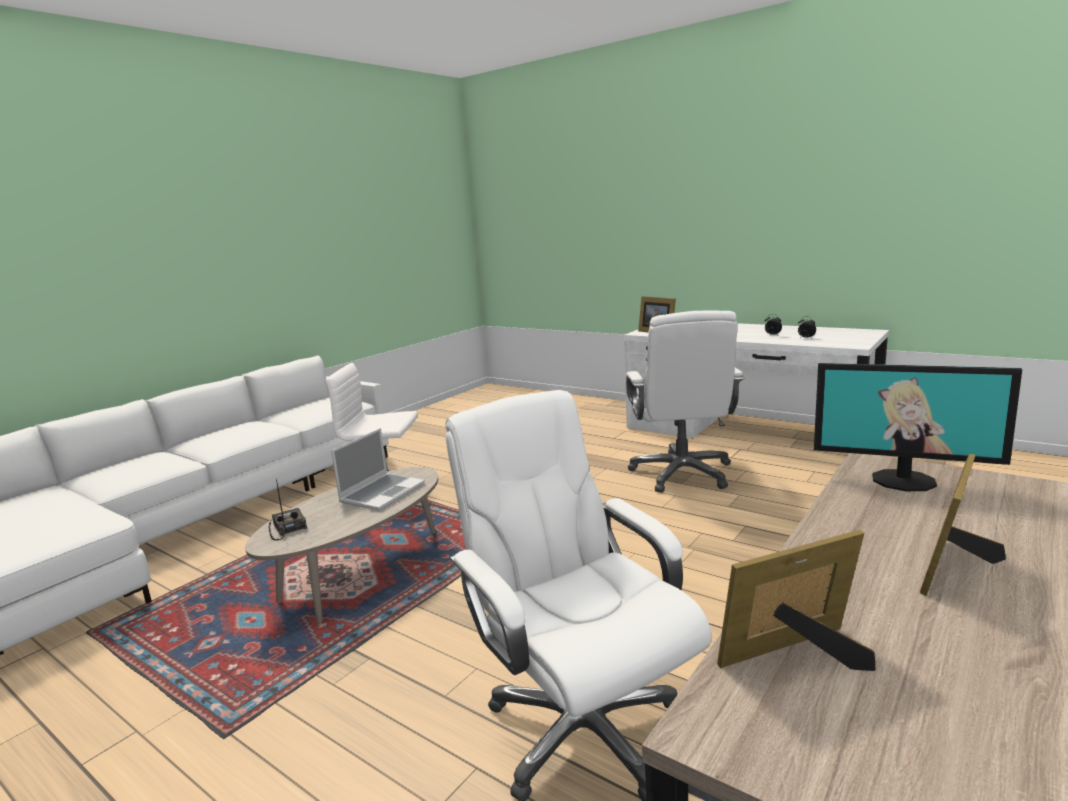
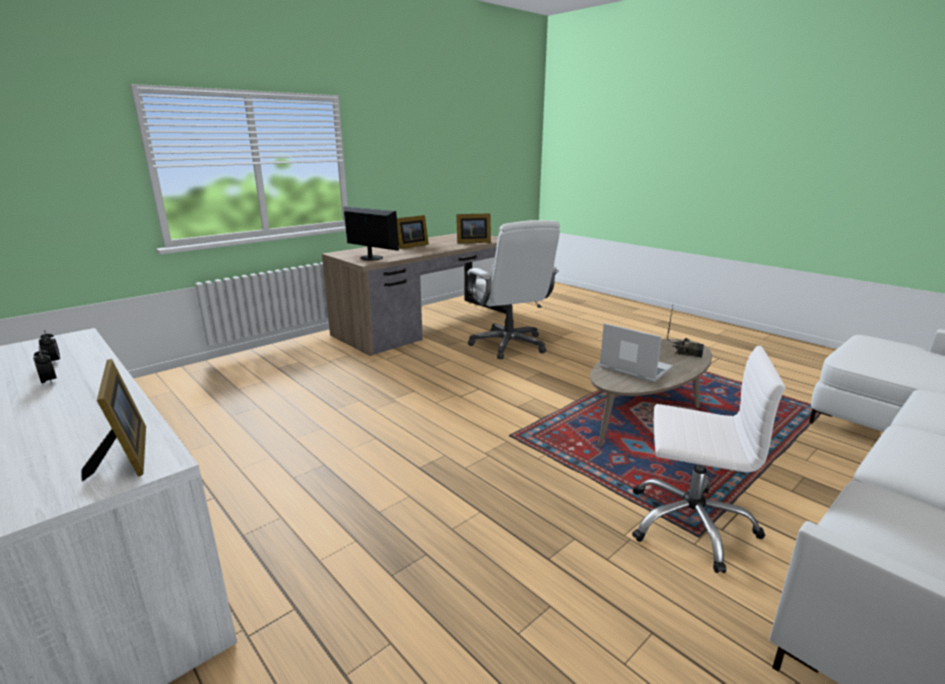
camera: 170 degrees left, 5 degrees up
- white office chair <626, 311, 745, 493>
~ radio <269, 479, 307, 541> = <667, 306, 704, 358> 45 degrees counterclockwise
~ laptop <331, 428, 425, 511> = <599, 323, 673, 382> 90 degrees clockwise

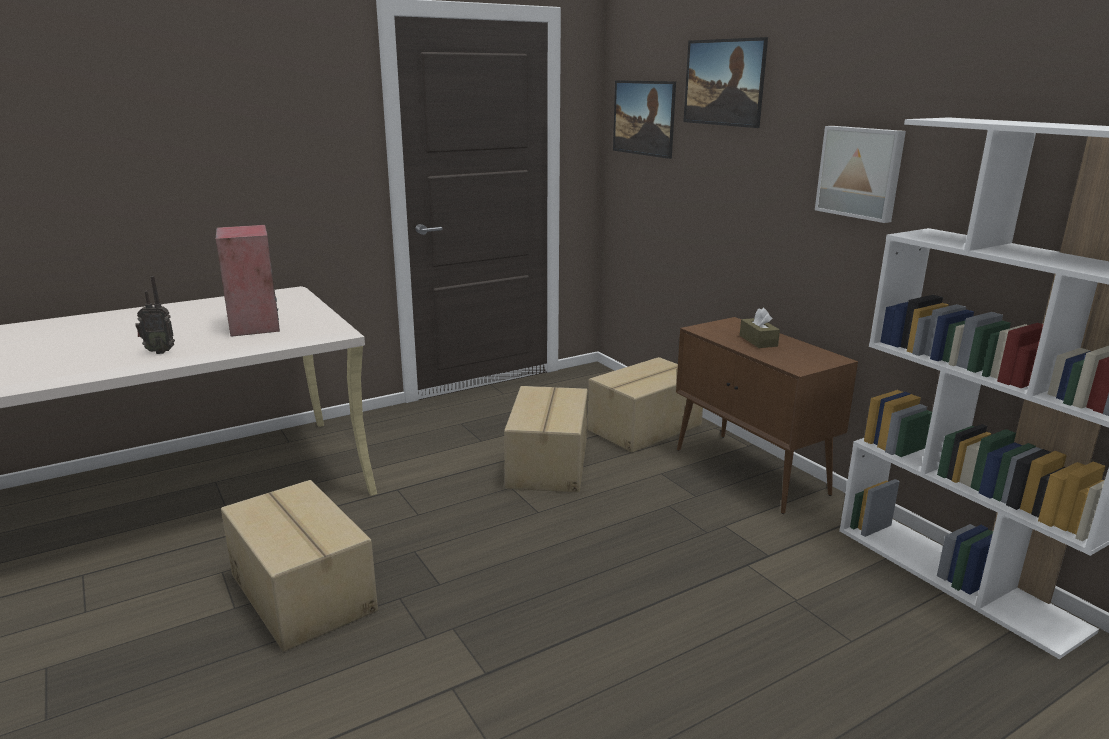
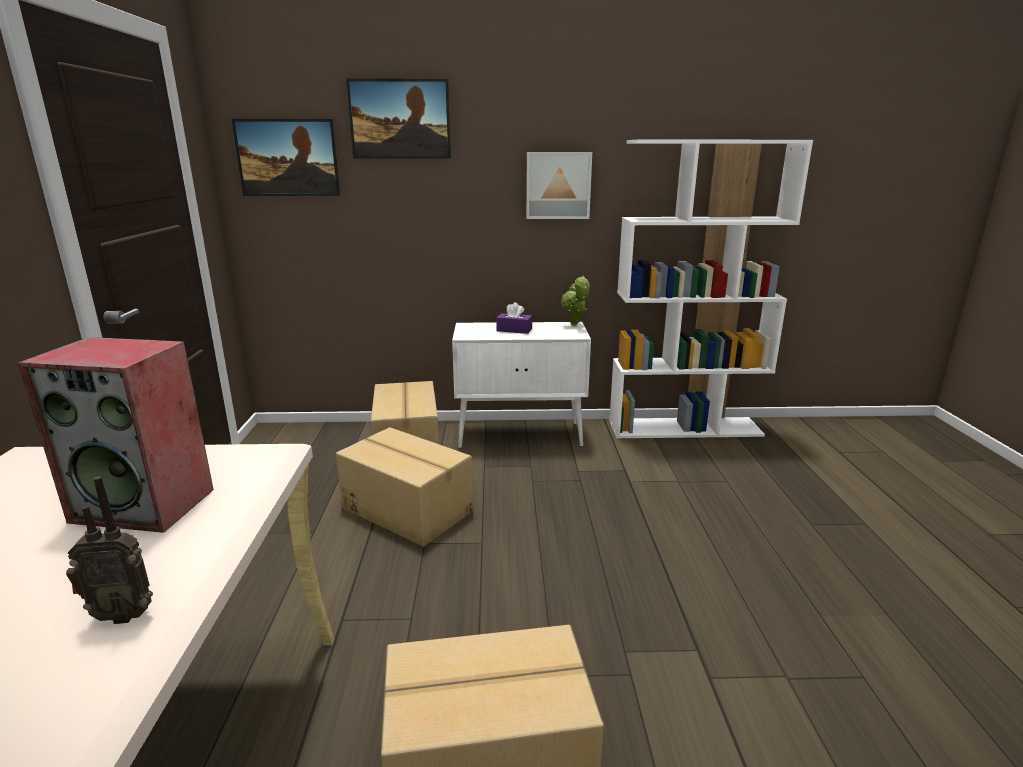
camera: 60 degrees left, 0 degrees up
+ potted plant <561, 276, 590, 326>
~ brown cabinet <676, 317, 858, 514> to white cabinet <452, 322, 591, 448>
~ brown tissue box <740, 308, 780, 348> to purple tissue box <496, 302, 532, 334>
~ radio <135, 276, 175, 354> = <66, 476, 153, 624> 60 degrees clockwise

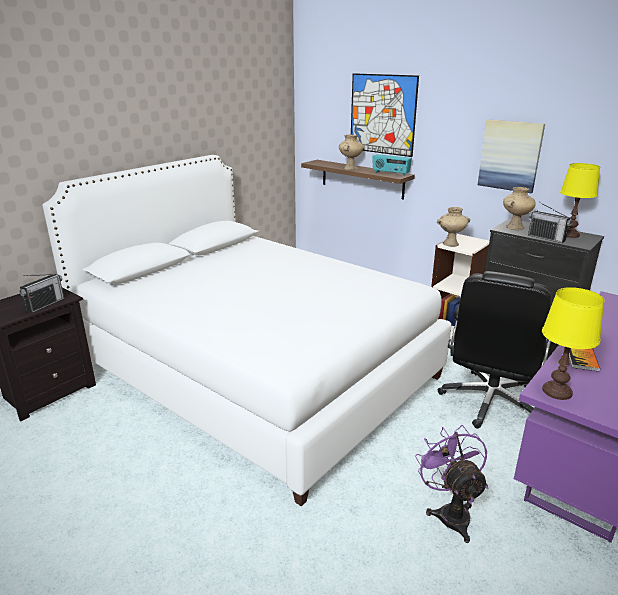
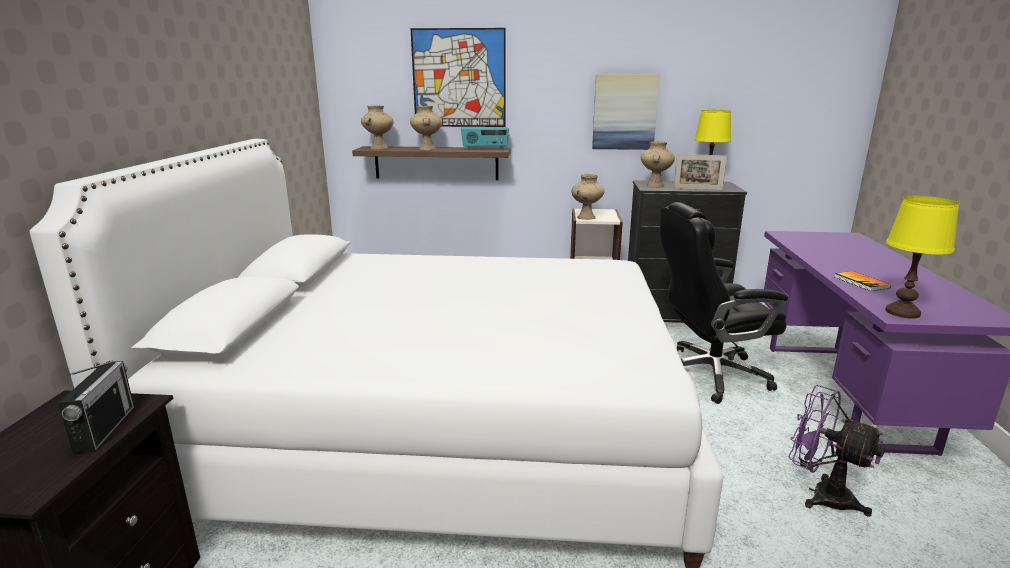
camera: 35 degrees left, 5 degrees down
+ beige vase <361, 106, 393, 150>
~ radio <528, 202, 572, 243> to picture frame <673, 154, 727, 190>
~ black office chair <438, 271, 551, 429> = <660, 202, 788, 404> 90 degrees clockwise

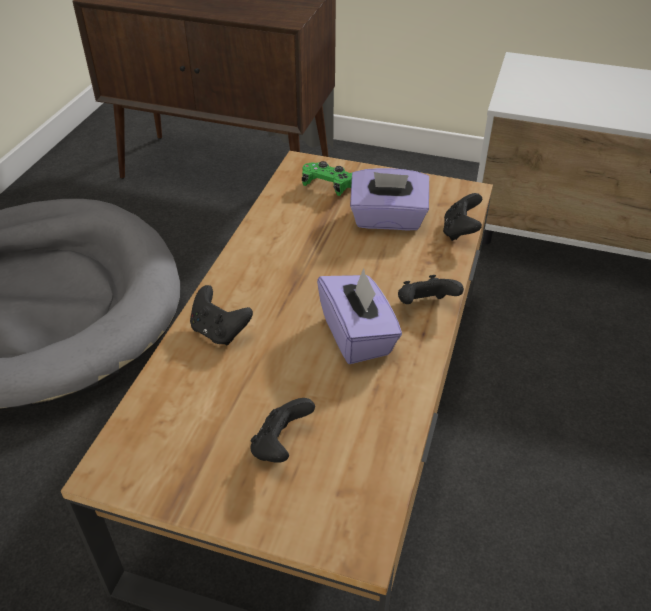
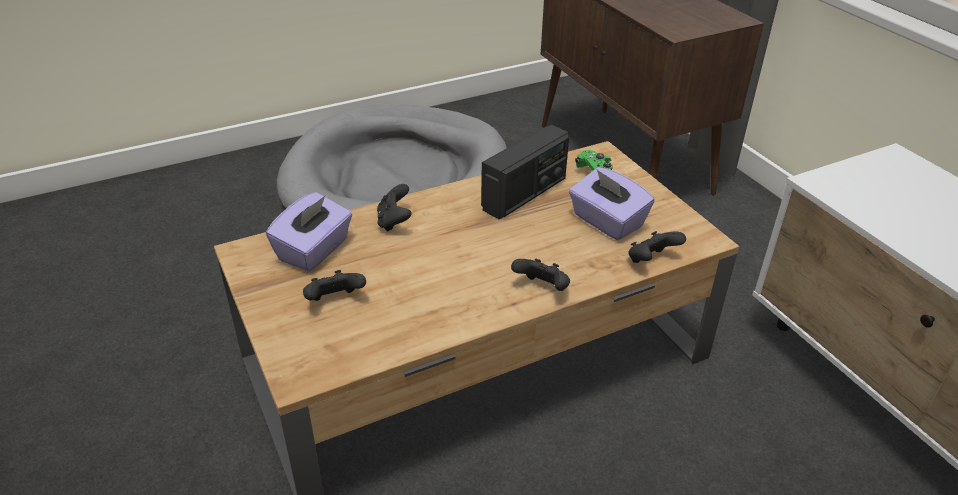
camera: 45 degrees right, 5 degrees down
+ radio <481, 125, 569, 219>
~ purple tissue box <317, 268, 402, 364> to <266, 192, 352, 272>

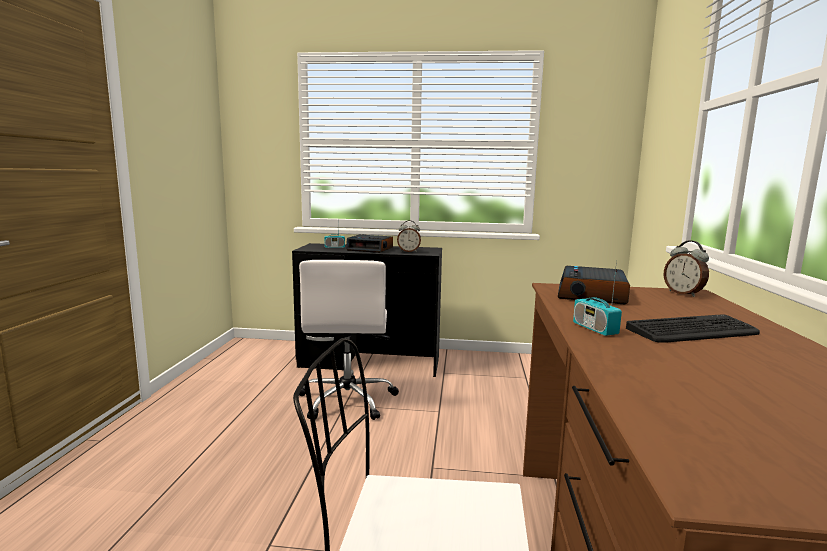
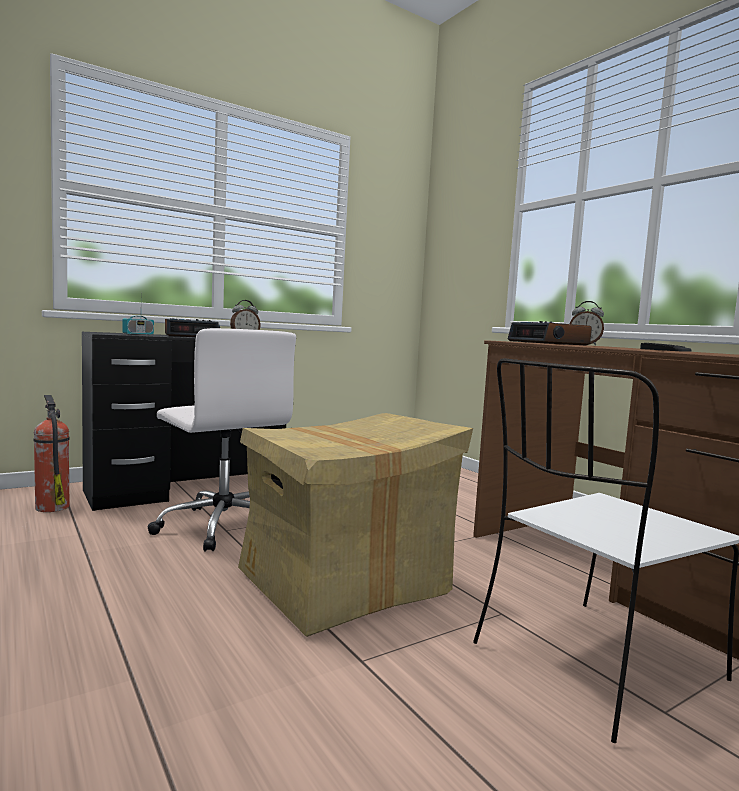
camera: 40 degrees left, 5 degrees down
- radio <573, 260, 622, 336>
+ fire extinguisher <33, 395, 69, 512>
+ cardboard box <238, 413, 473, 637>

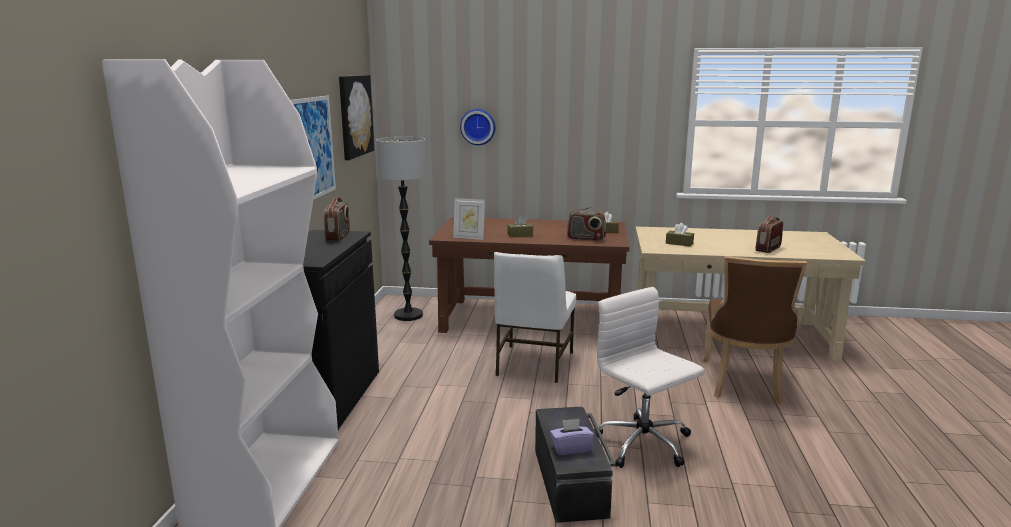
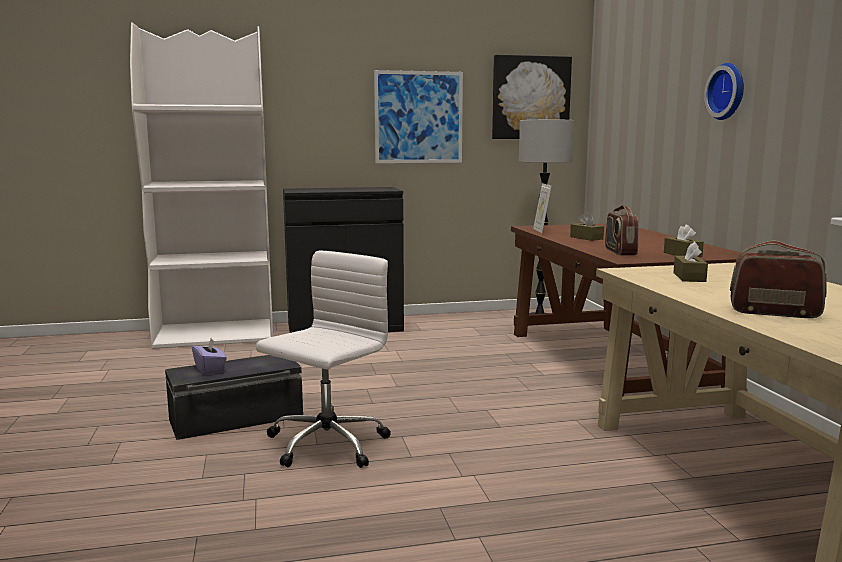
camera: 70 degrees right, 5 degrees down
- radio <324, 197, 350, 241>
- white chair <494, 252, 576, 383>
- brown chair <703, 256, 807, 405>
~ wall clock <460, 109, 495, 145> to <704, 63, 744, 120>

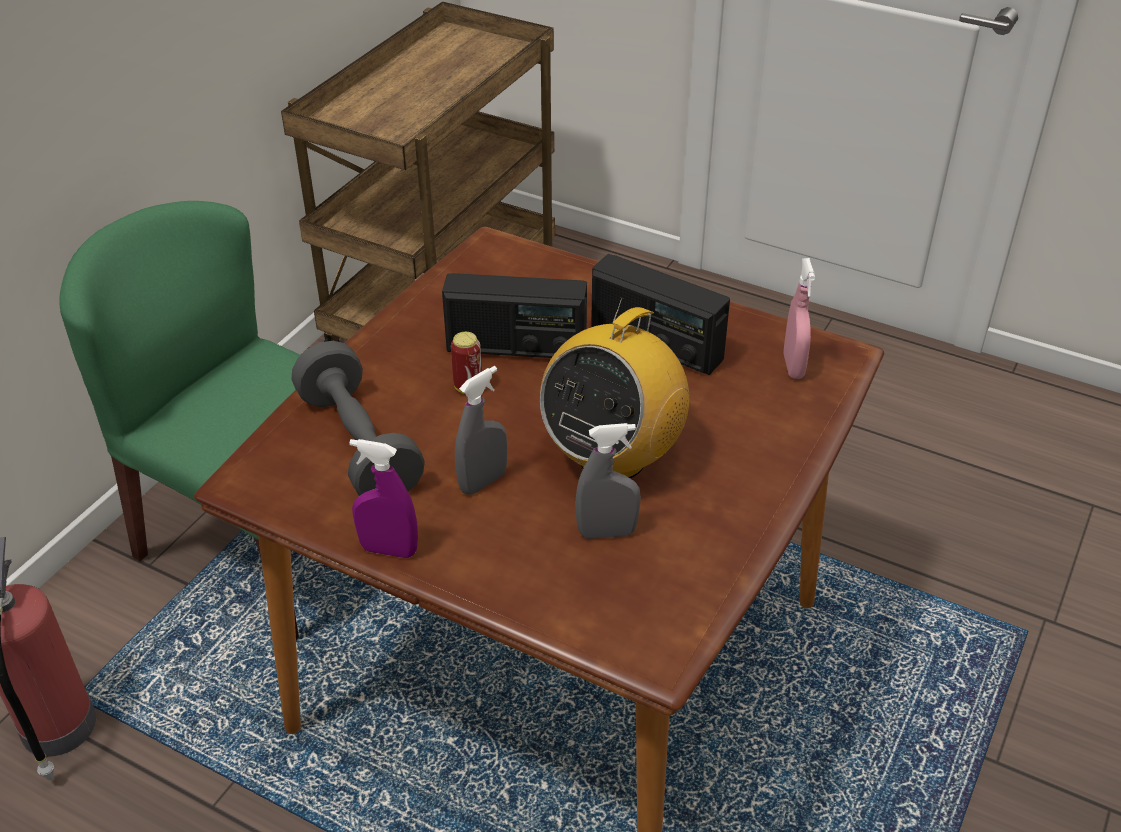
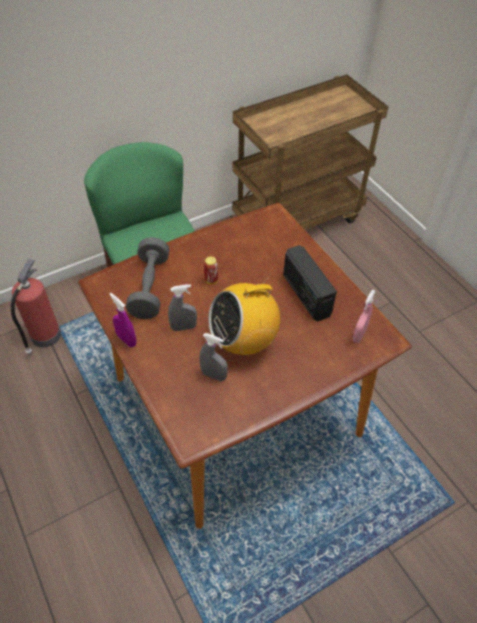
camera: 30 degrees right, 10 degrees up
- radio <442, 273, 587, 358>

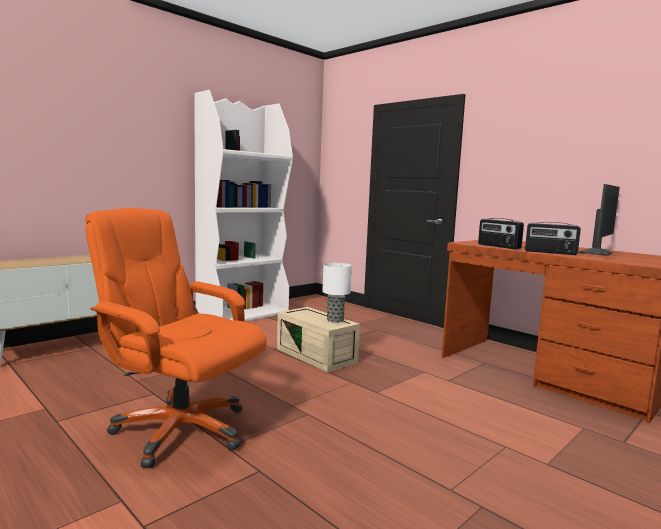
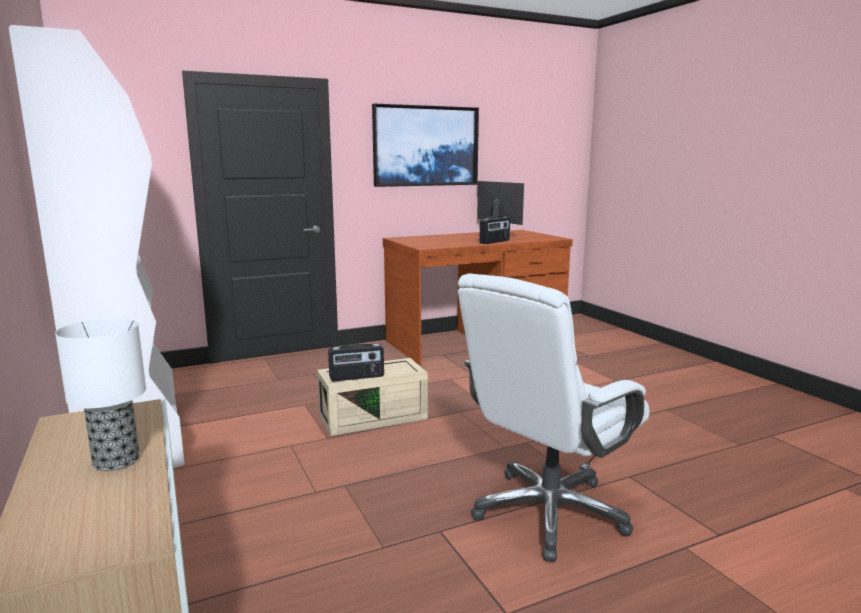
camera: 70 degrees left, 5 degrees up
+ picture <372, 103, 479, 187>
~ table lamp <322, 263, 352, 323> to <55, 318, 146, 471>
~ radio <478, 218, 524, 249> to <328, 343, 384, 381>
~ orange office chair <85, 208, 267, 468> to white office chair <458, 274, 649, 562>

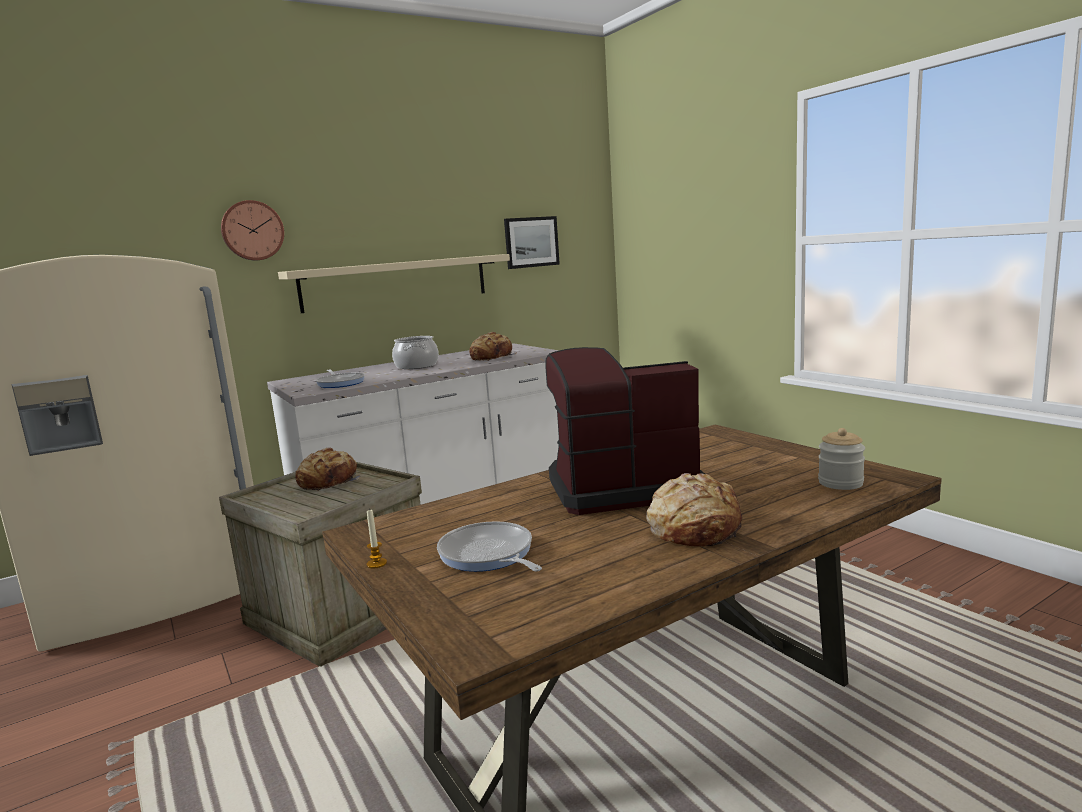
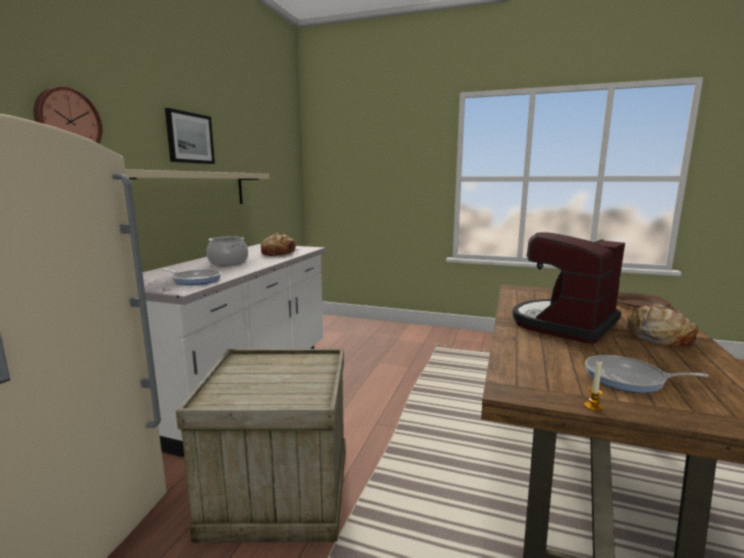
camera: 40 degrees left, 0 degrees up
- bread <295, 447, 360, 491>
~ picture <504, 216, 560, 269> to <165, 108, 215, 164>
~ jar <818, 428, 865, 490> to brown plate <617, 293, 670, 308>

